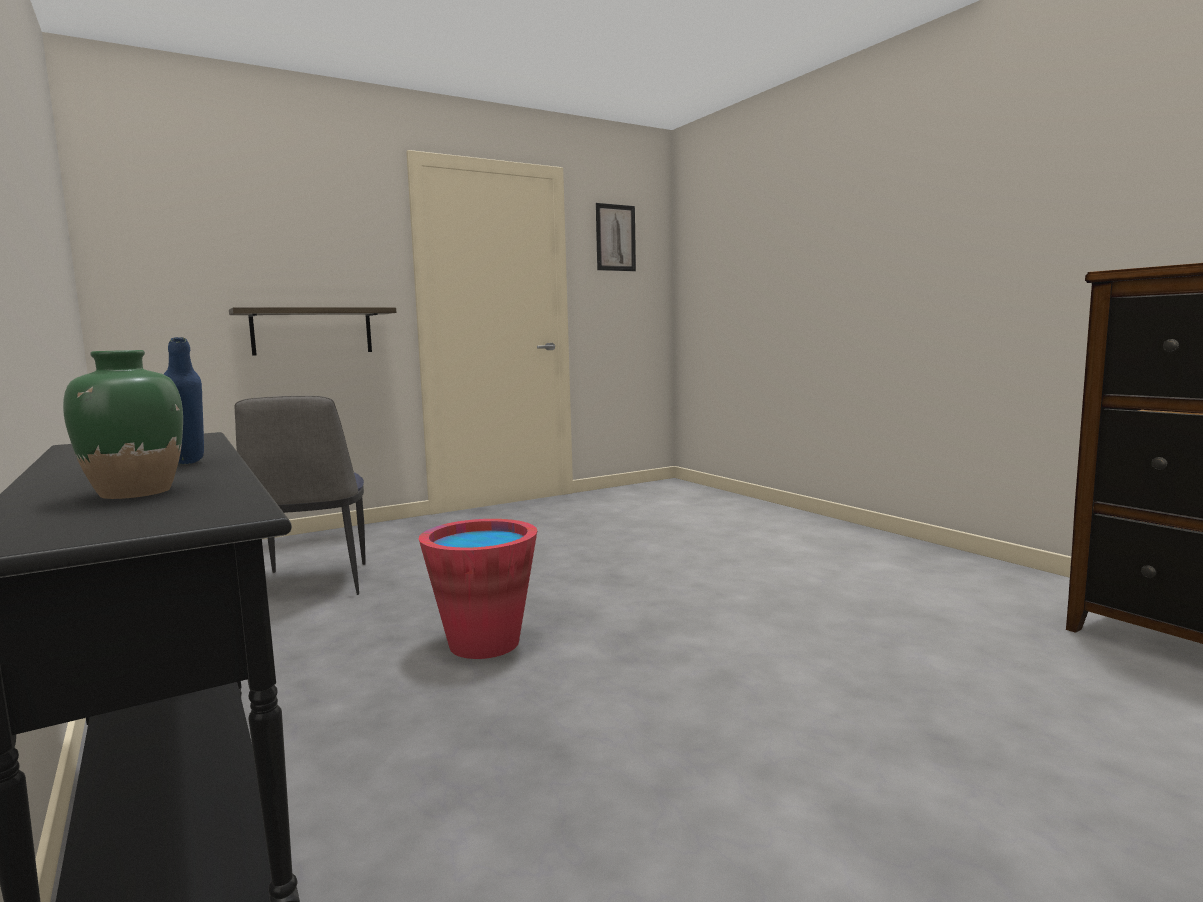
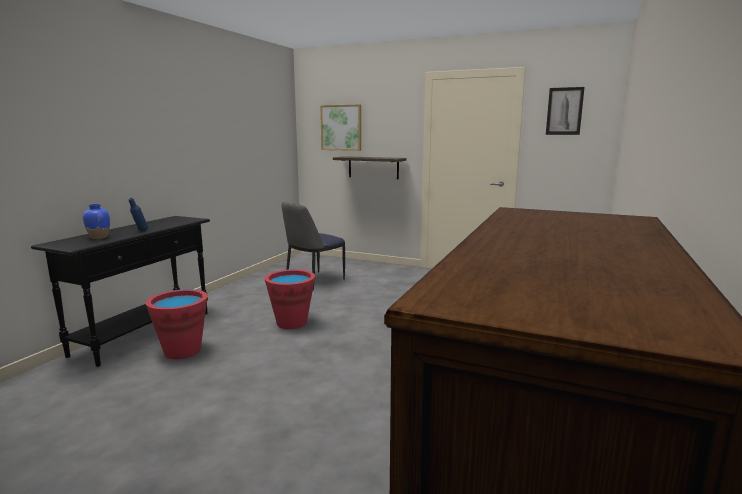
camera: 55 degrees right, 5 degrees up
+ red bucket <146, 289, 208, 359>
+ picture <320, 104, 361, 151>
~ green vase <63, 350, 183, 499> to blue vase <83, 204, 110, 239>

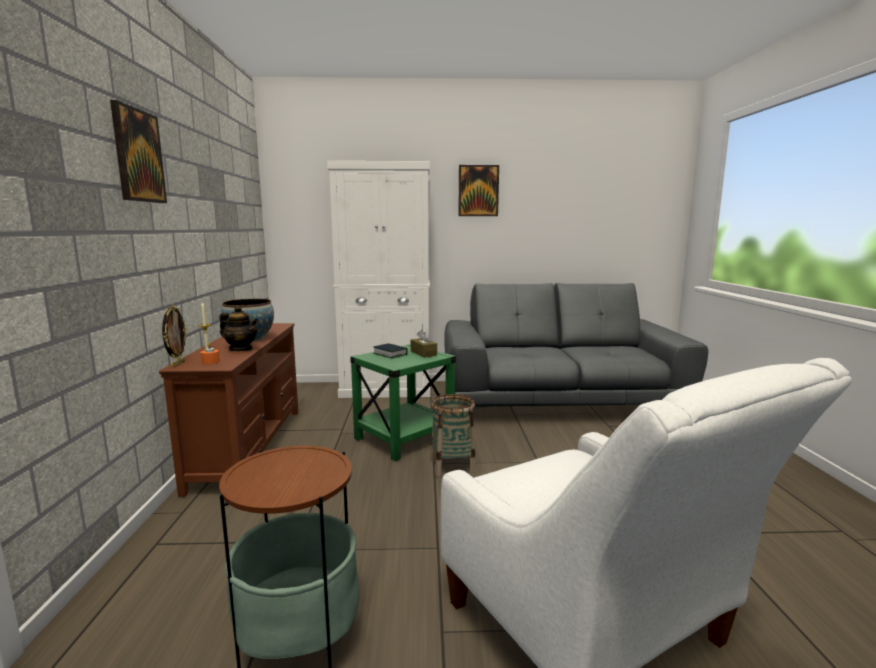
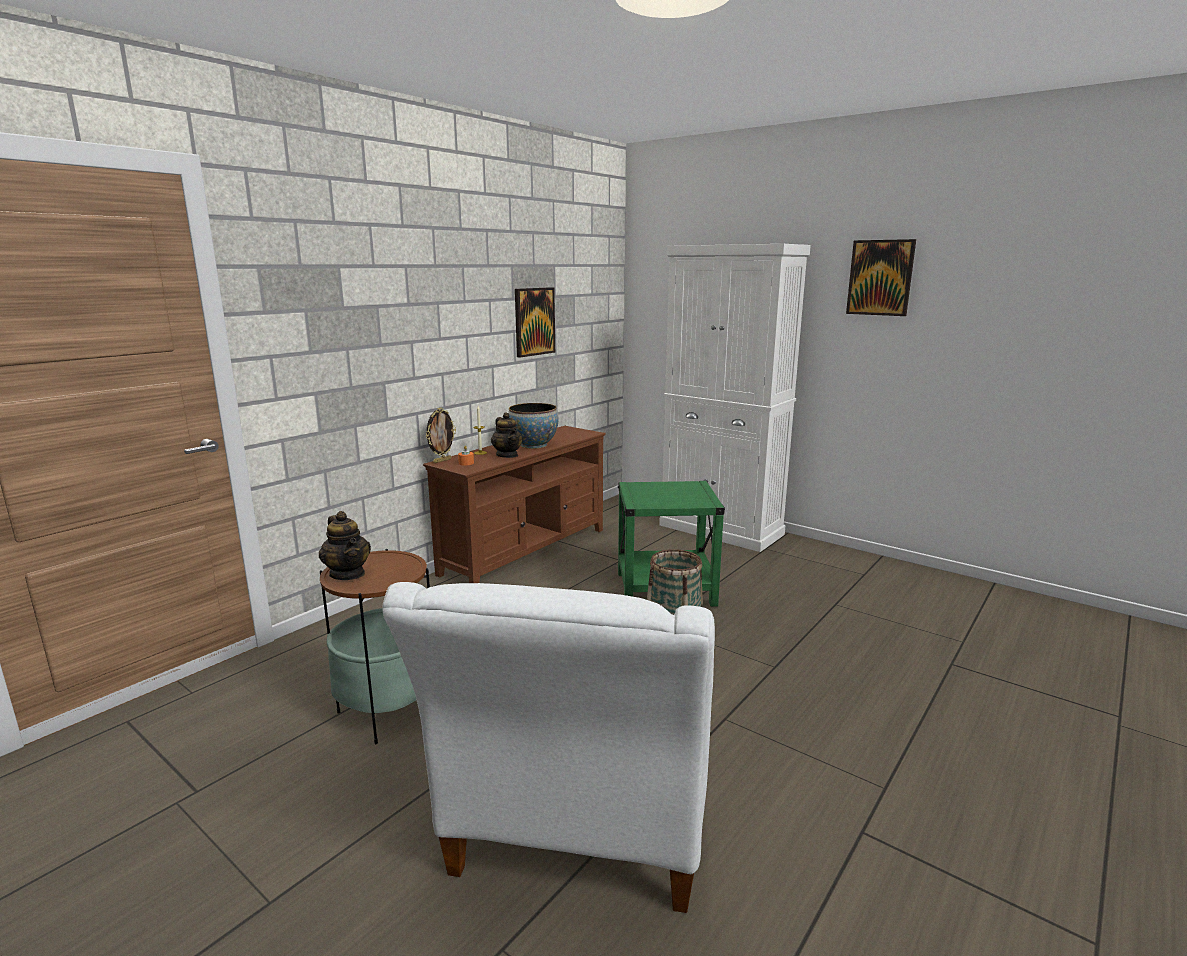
camera: 40 degrees right, 5 degrees up
- book <373, 343, 408, 358>
- brown tissue box <411, 330, 437, 358>
- grey sofa <444, 283, 708, 409>
+ teapot <319, 511, 371, 580>
~ picture <110, 100, 167, 203> to <515, 287, 555, 358>

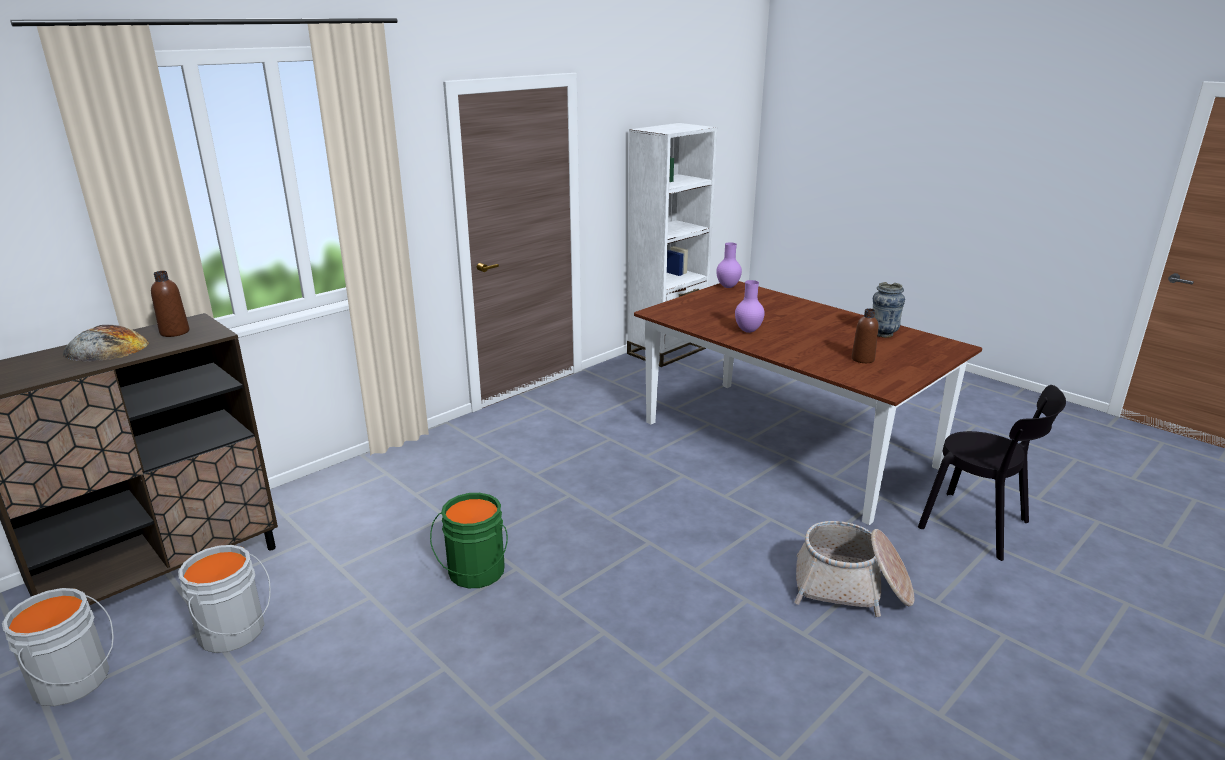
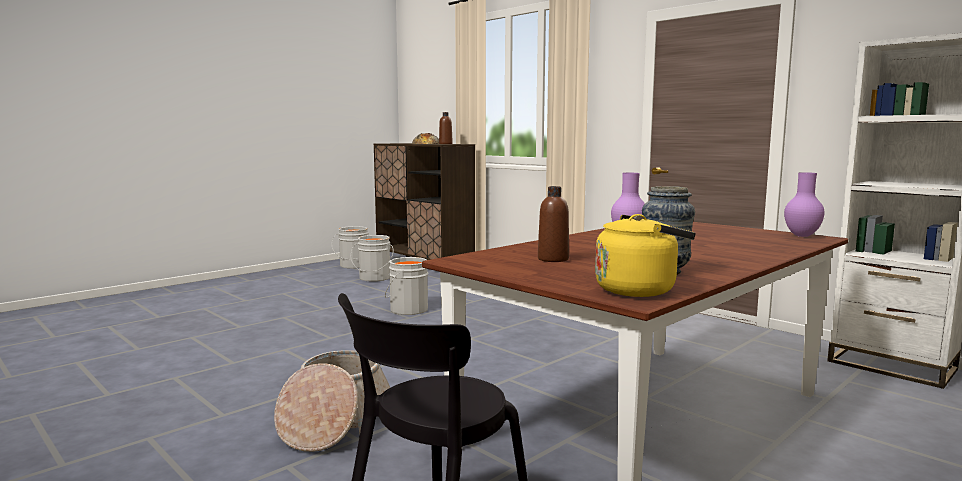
camera: 90 degrees right, 15 degrees down
+ yellow kettle <595, 214, 696, 297>
~ green bucket <430, 493, 508, 588> to grey bucket <385, 257, 428, 315>

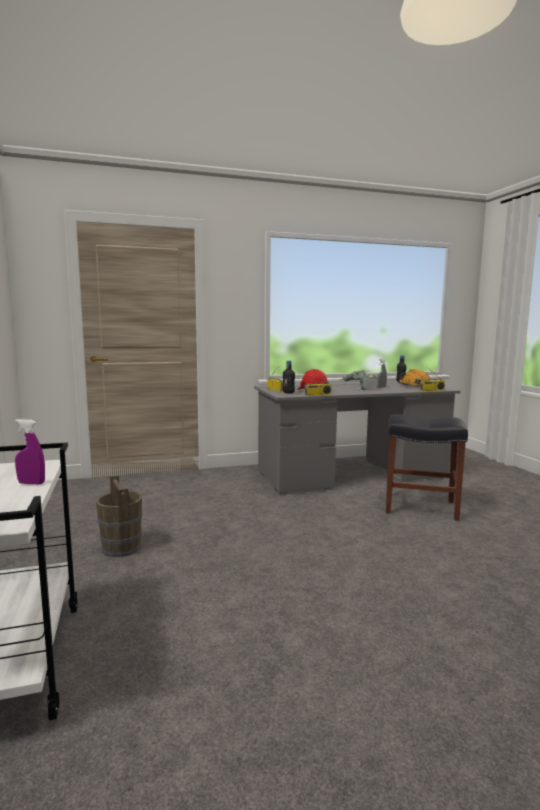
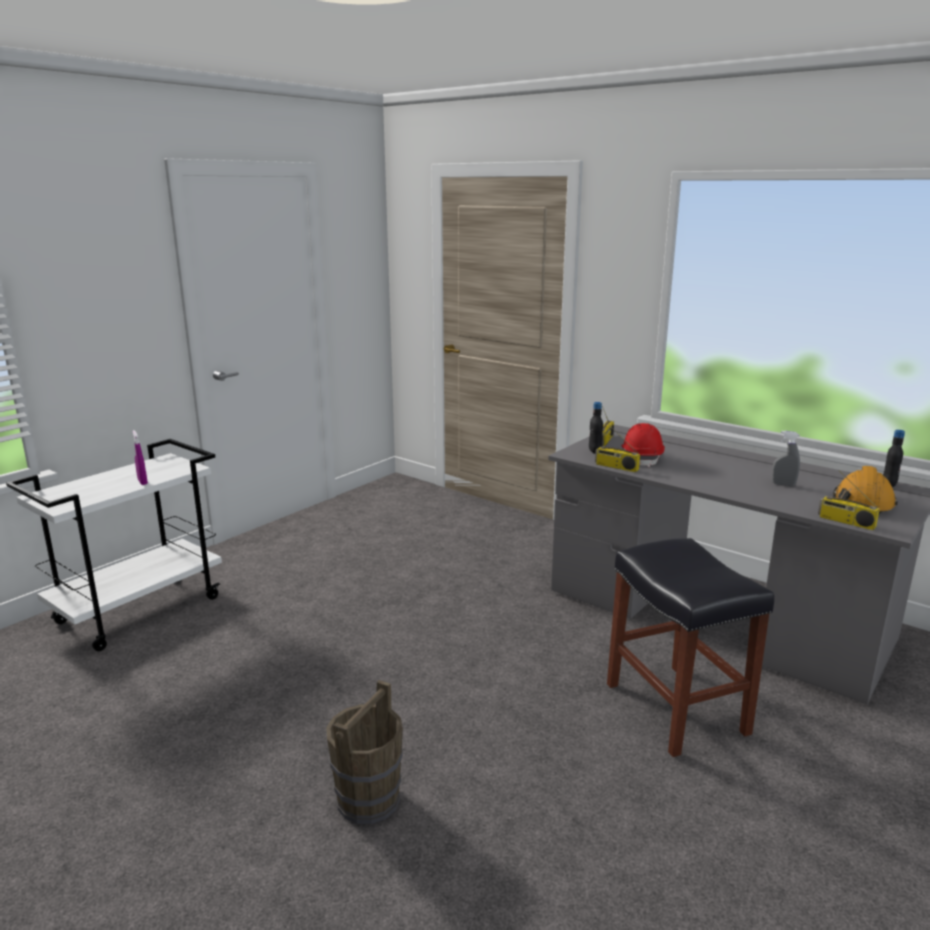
camera: 55 degrees right, 10 degrees up
- power drill <340, 370, 378, 390>
~ brown bucket <96, 475, 142, 557> to <326, 680, 403, 824>

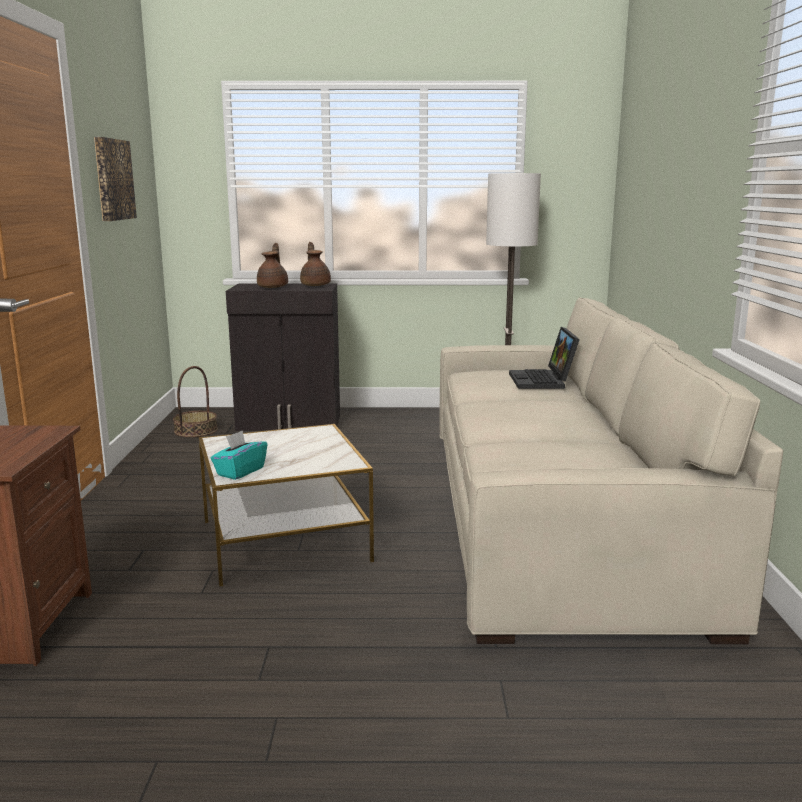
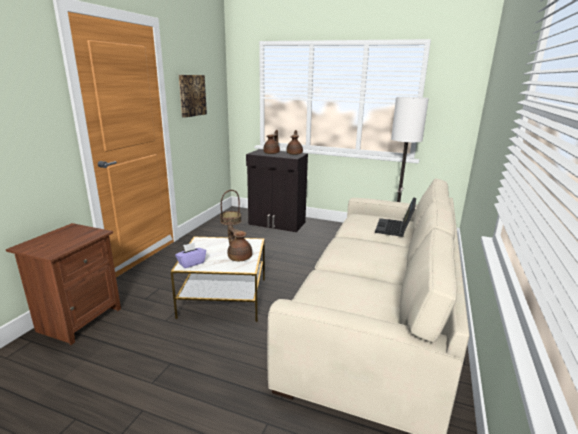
camera: 20 degrees right, 5 degrees up
+ brown teapot <227, 222, 252, 261>
~ turquoise tissue box <210, 431, 267, 480> to purple tissue box <175, 242, 206, 268>

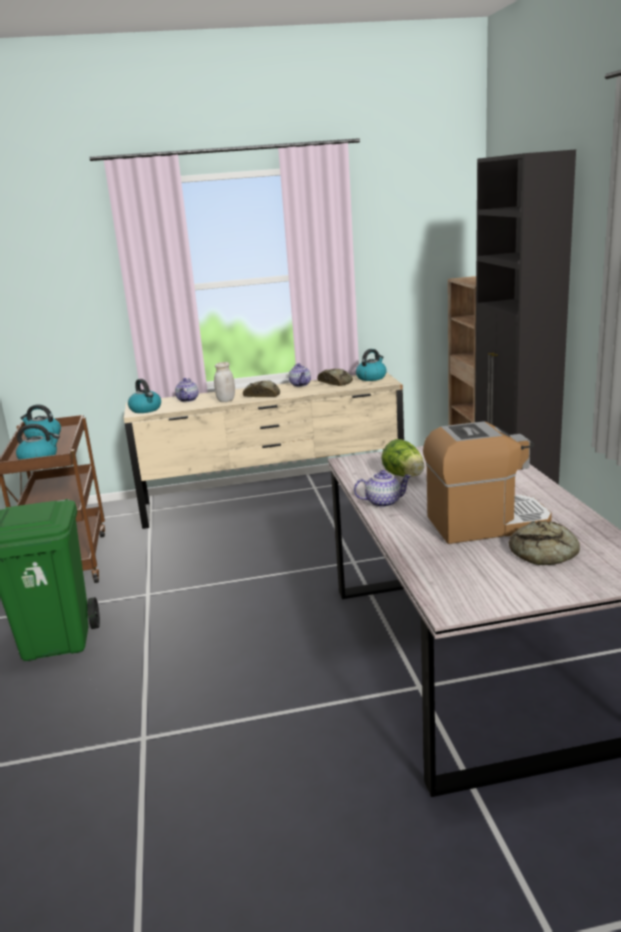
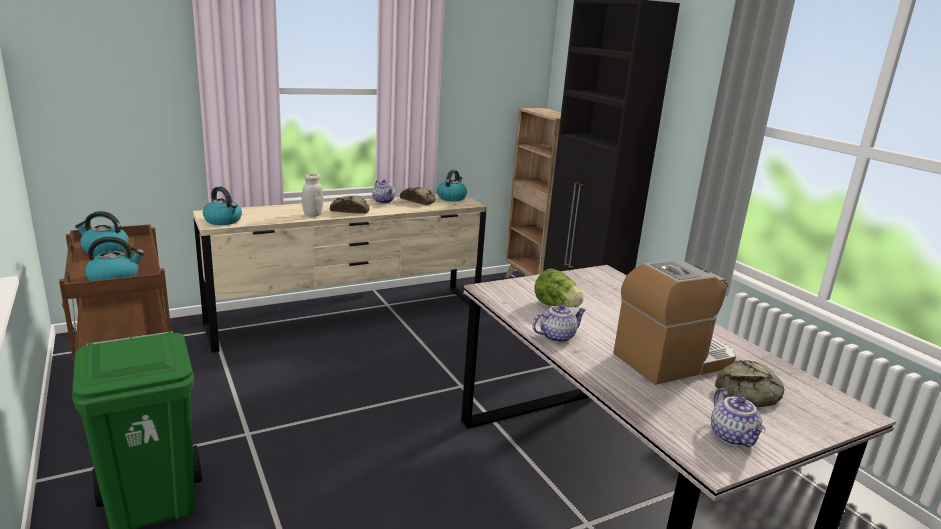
camera: 20 degrees left, 0 degrees up
~ teapot <175, 378, 199, 402> to <711, 388, 765, 447>

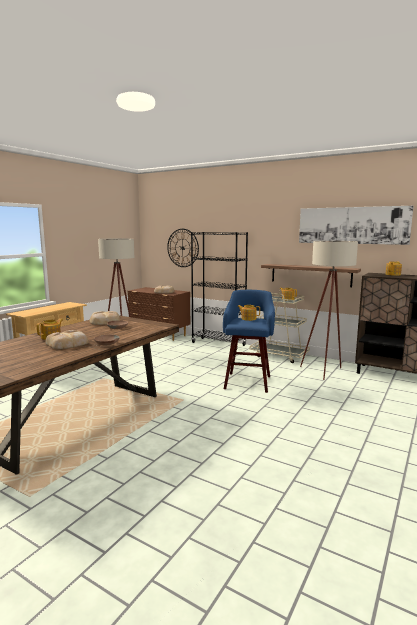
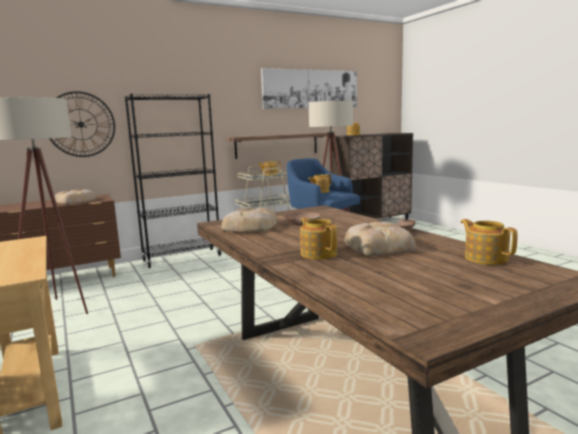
camera: 60 degrees left, 0 degrees up
+ teapot <460, 219, 518, 265>

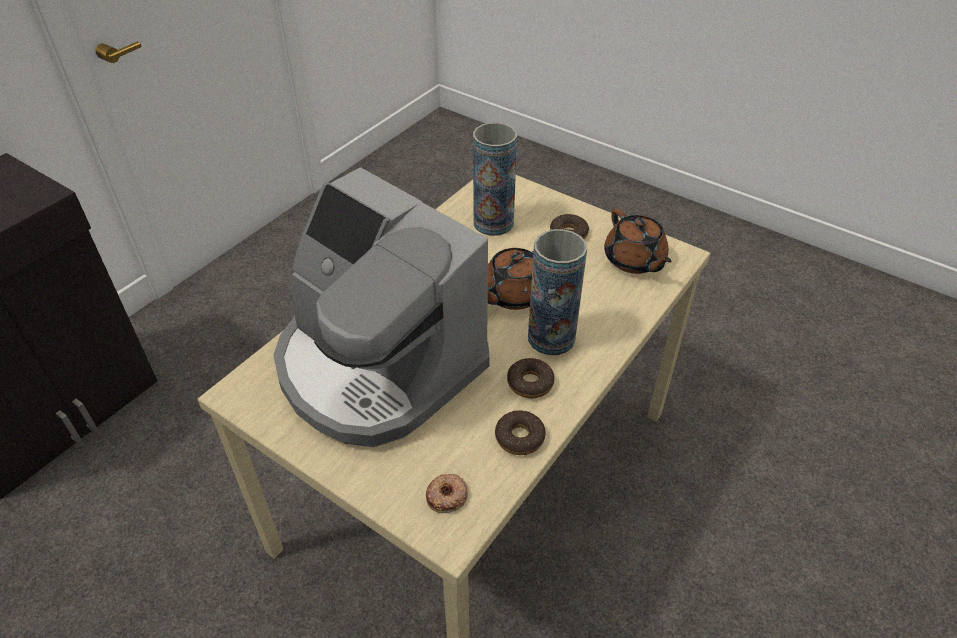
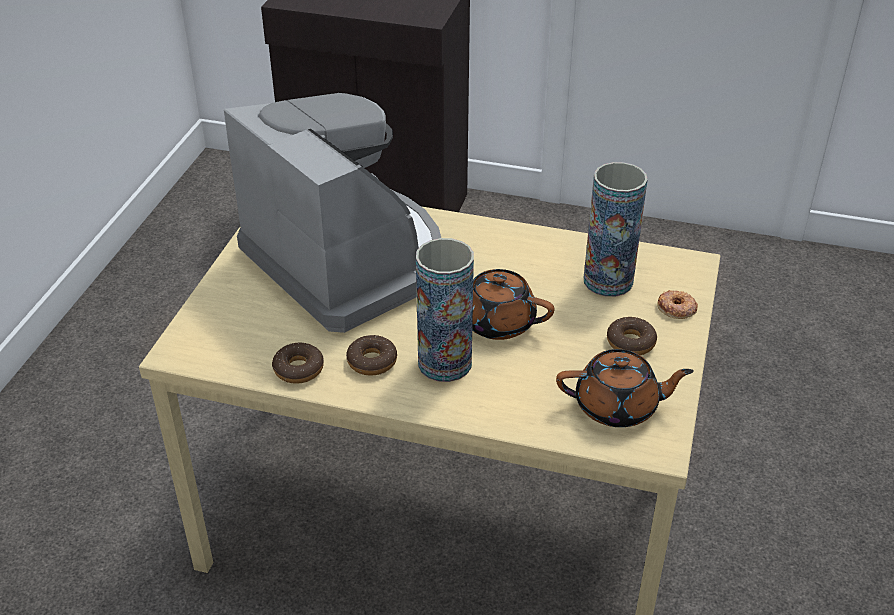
camera: 70 degrees right, 5 degrees down
~ donut <426, 474, 468, 513> to <657, 290, 698, 319>
~ coffee machine <273, 167, 490, 447> = <224, 93, 441, 333> 120 degrees clockwise
~ brown teapot <604, 209, 672, 274> = <556, 349, 694, 427> 135 degrees counterclockwise

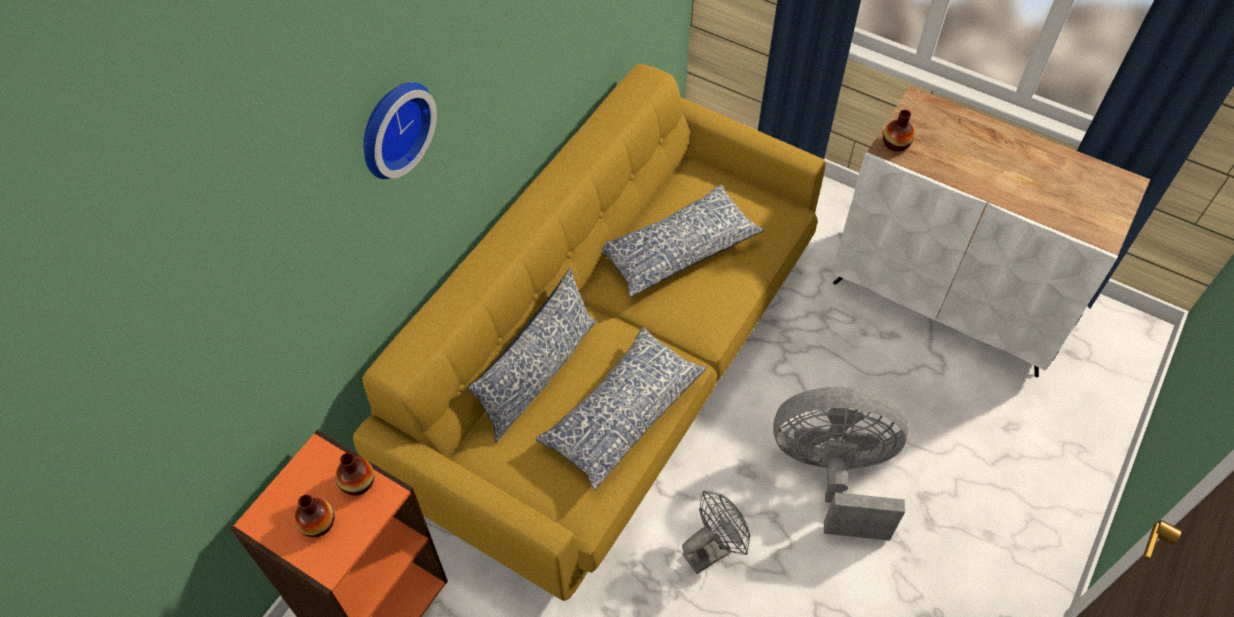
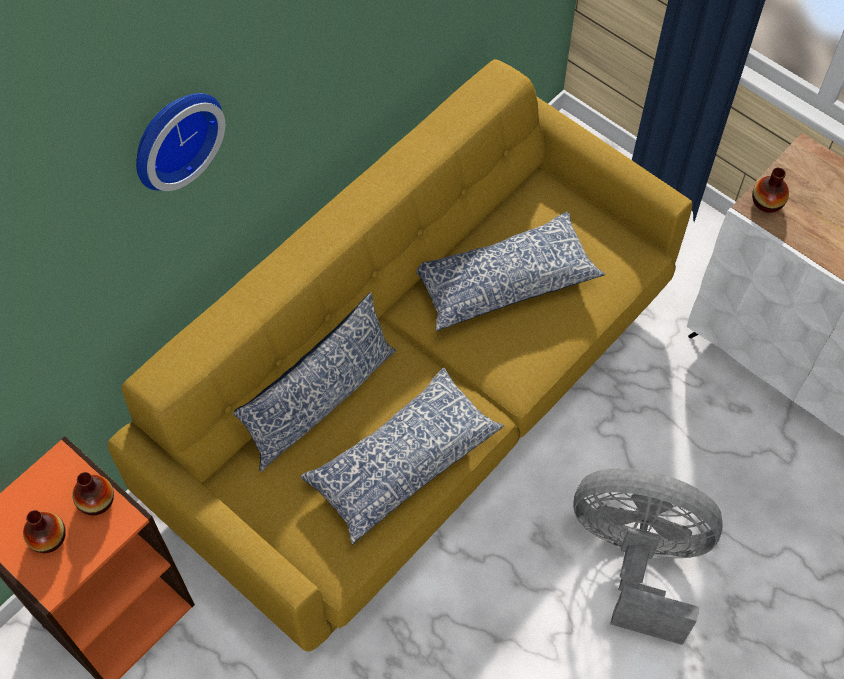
camera: 10 degrees right, 5 degrees up
- grey fan <682, 491, 750, 574>

